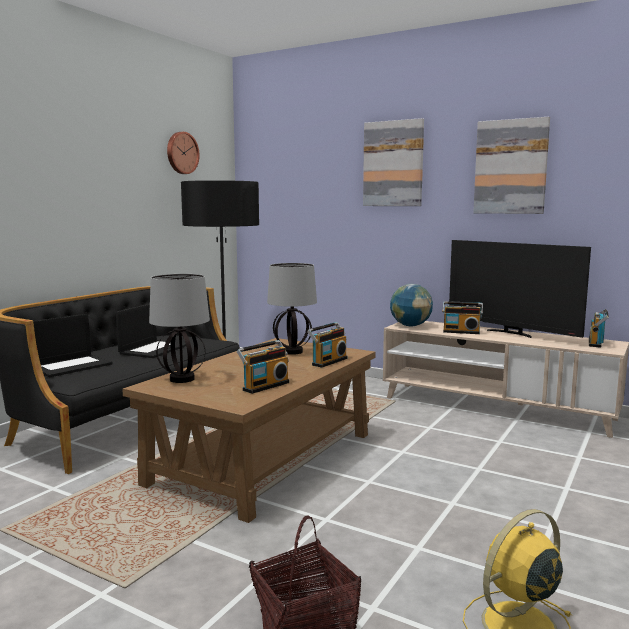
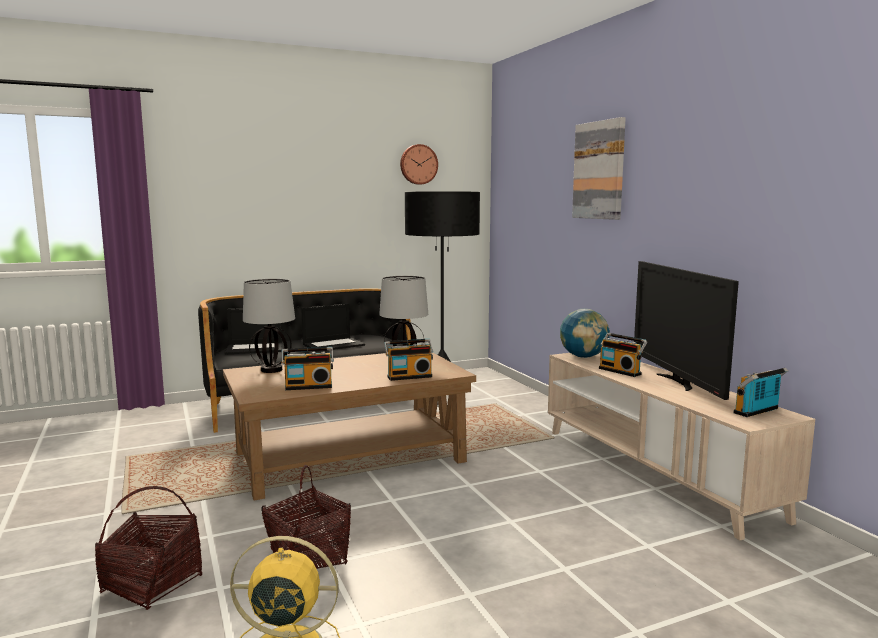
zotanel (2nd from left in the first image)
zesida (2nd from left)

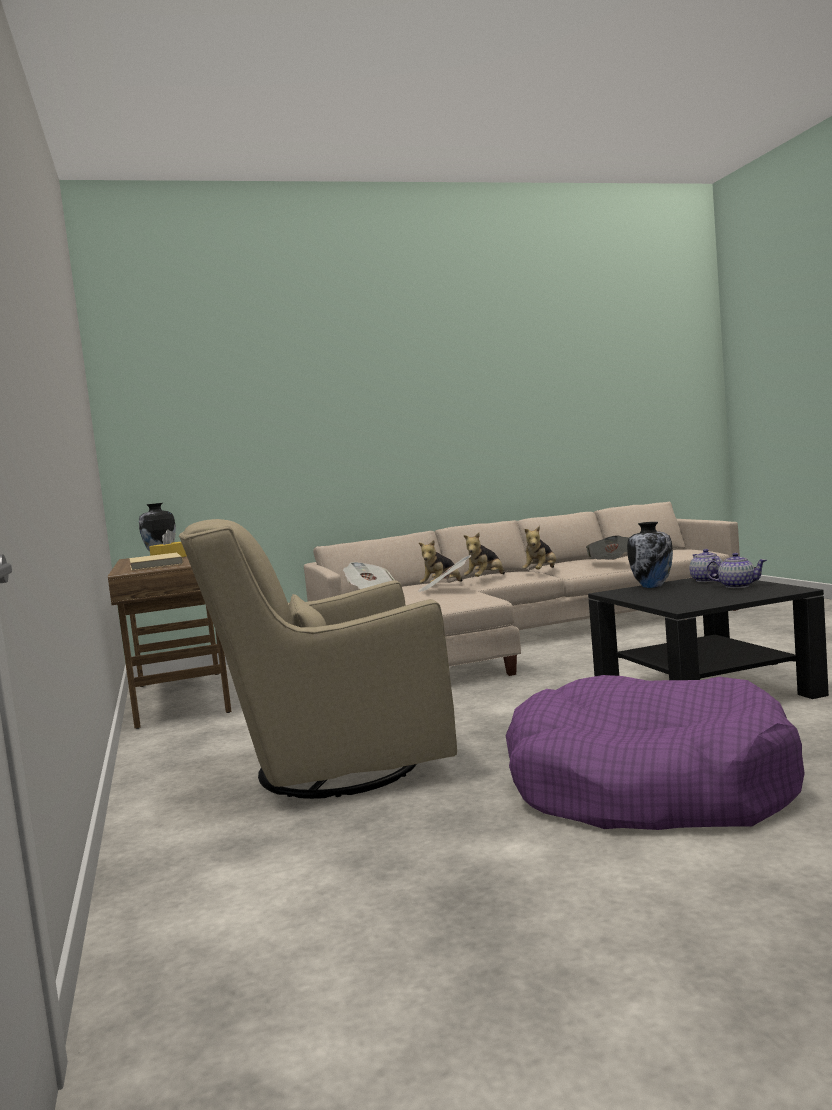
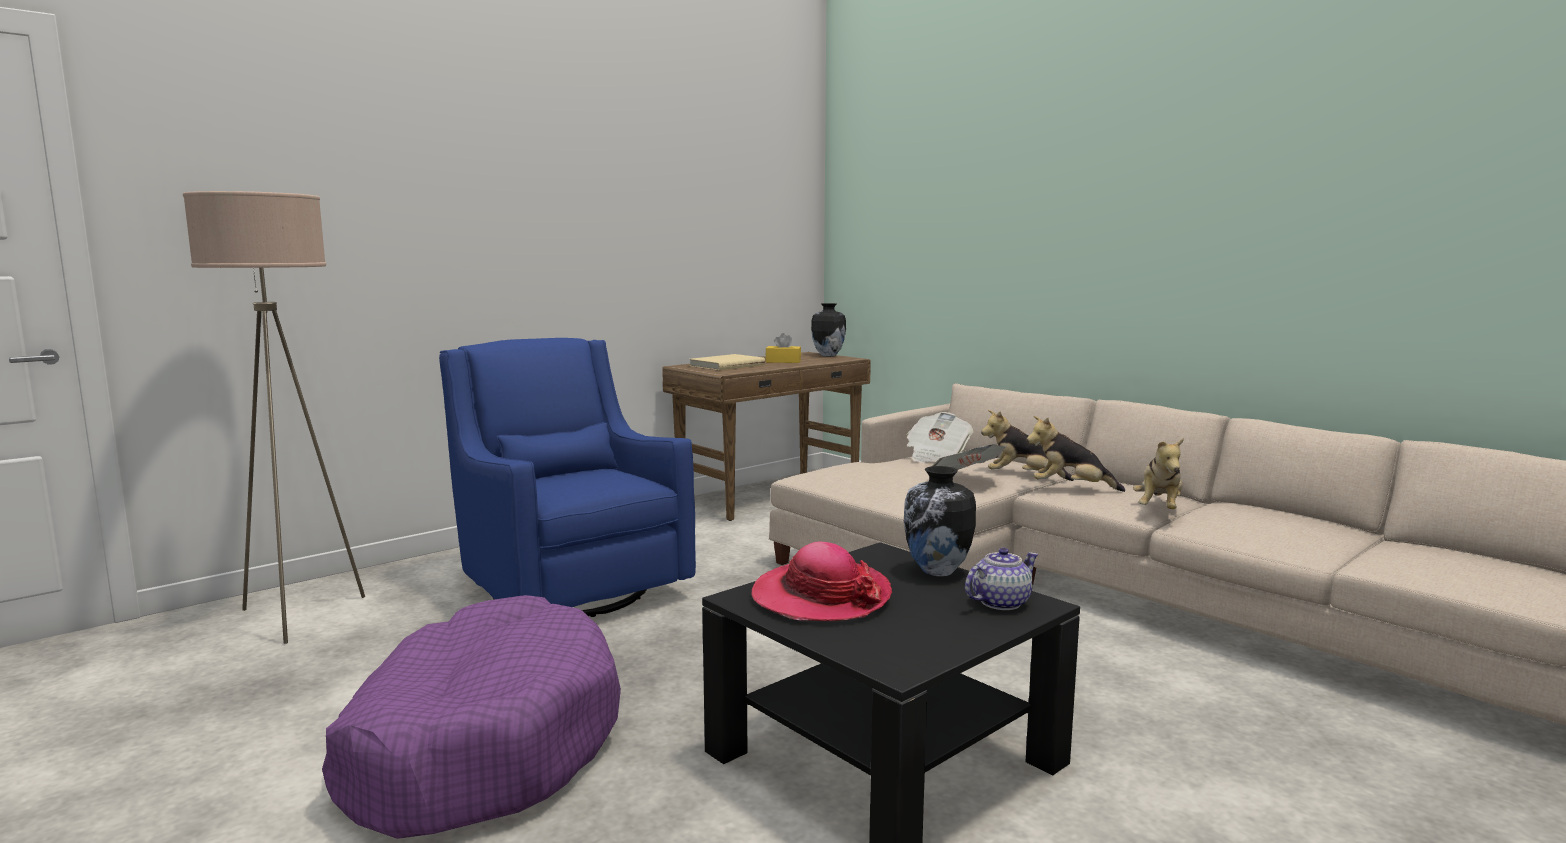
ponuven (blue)
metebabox (3rd from left)
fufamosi (3rd from left in the first image)
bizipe (2nd from left in the first image)
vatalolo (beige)
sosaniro

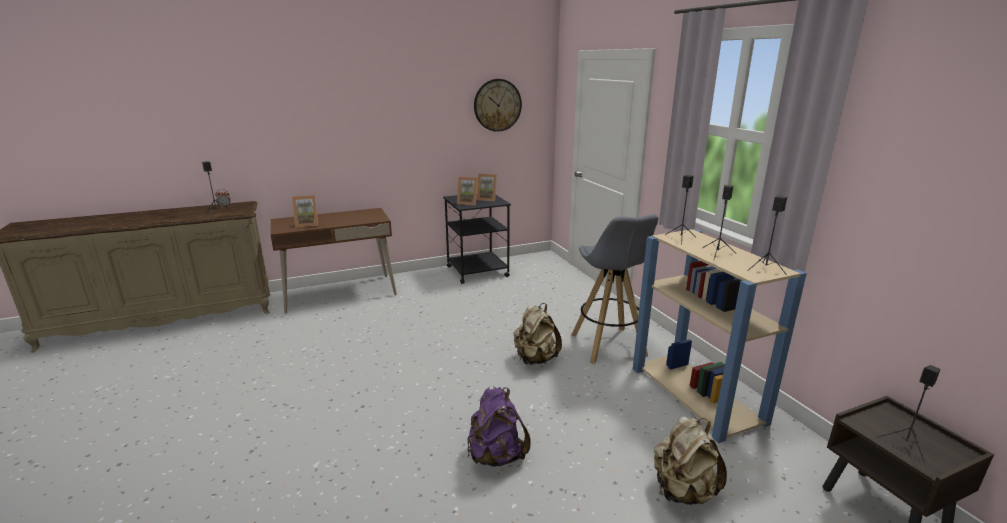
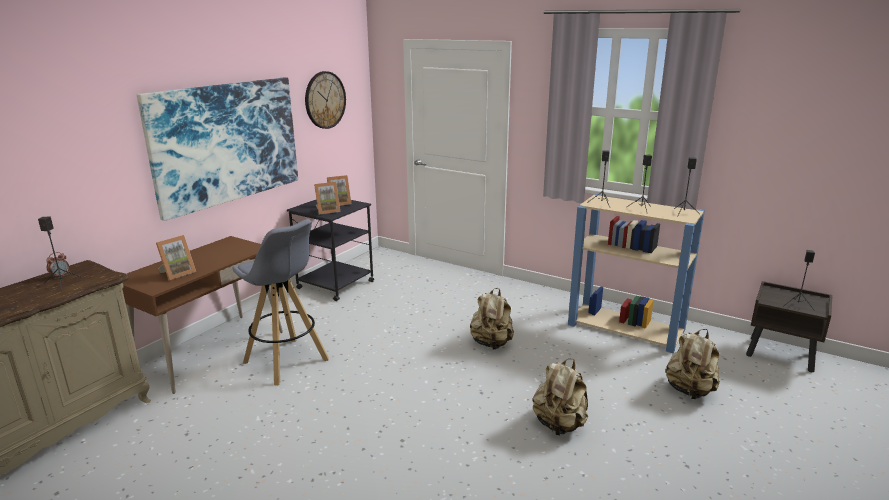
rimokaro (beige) (2nd from left)
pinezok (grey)
zotanel

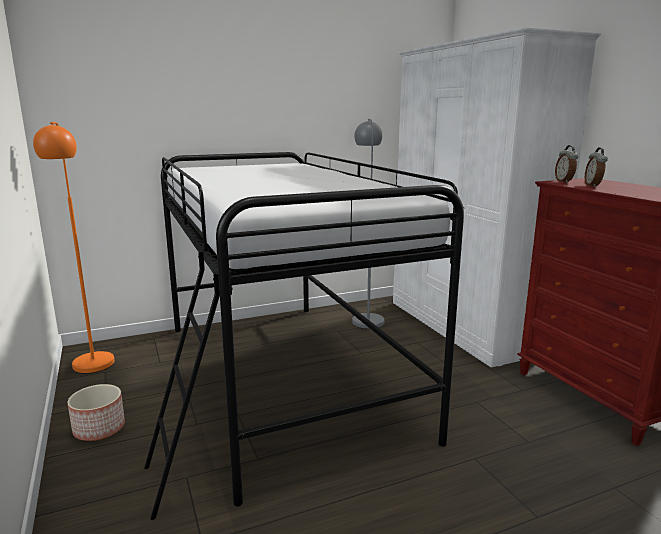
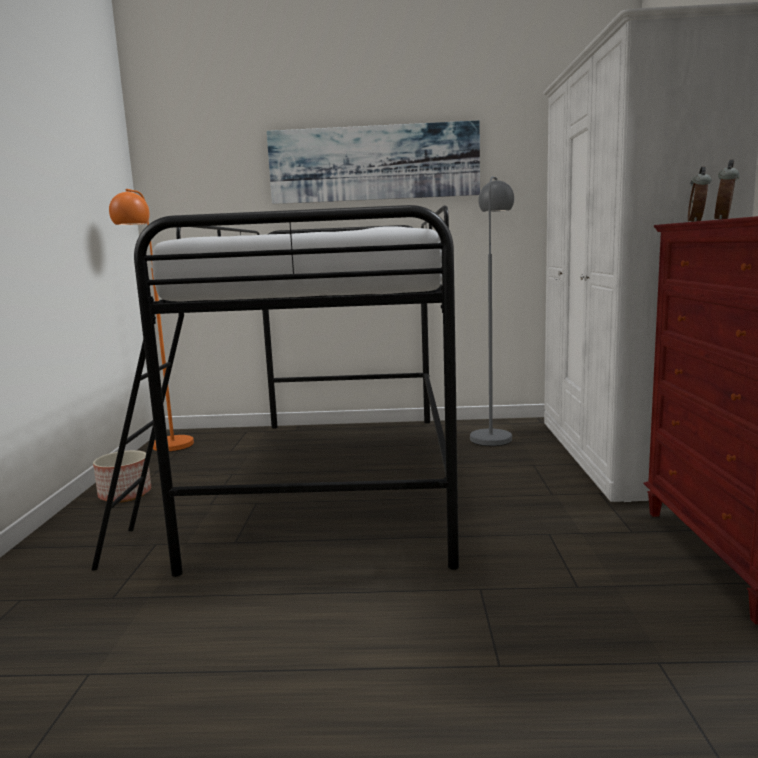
zotanel

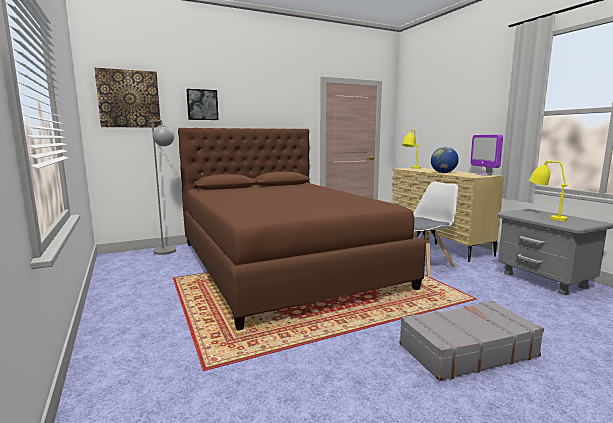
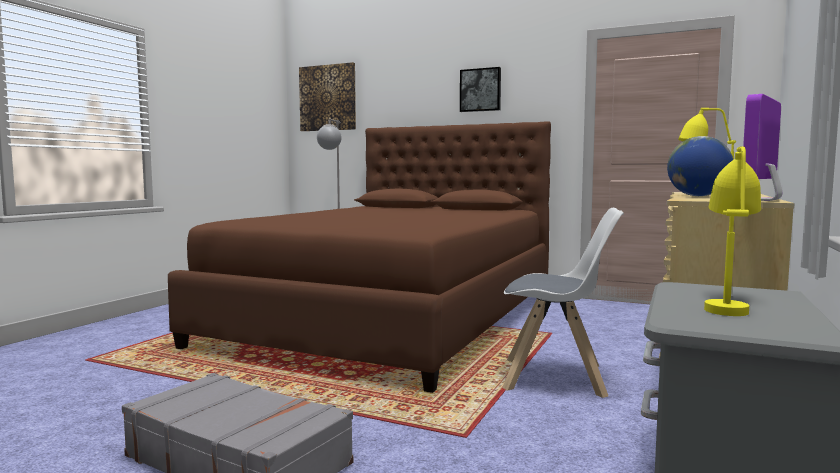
zotanel (2nd from left)

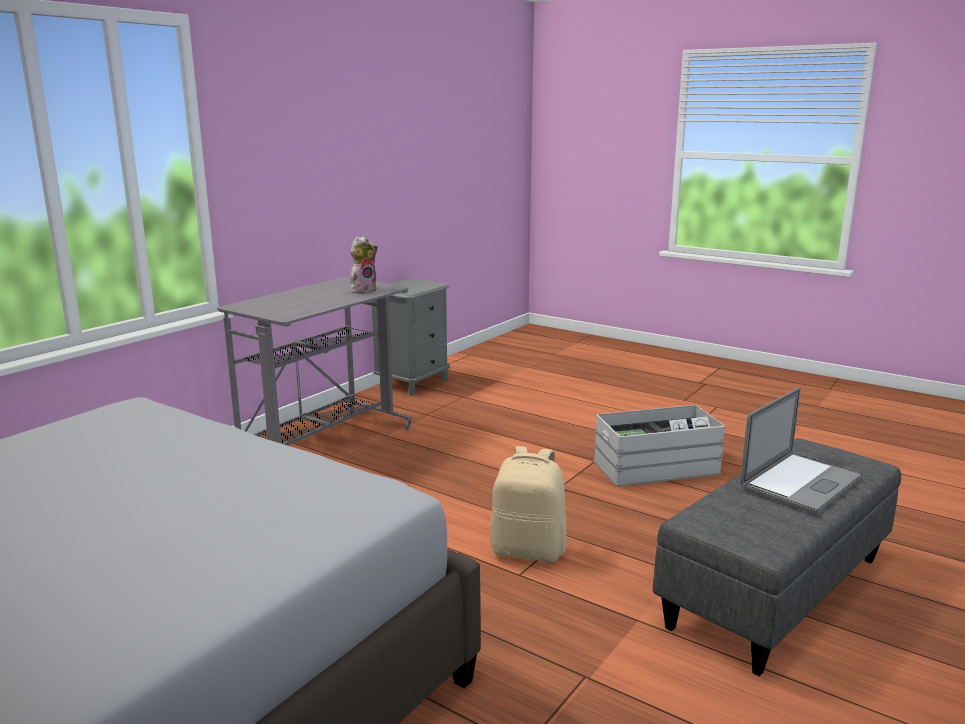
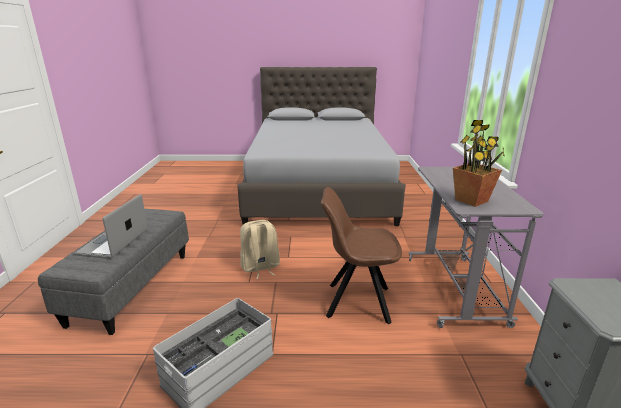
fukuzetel
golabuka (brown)

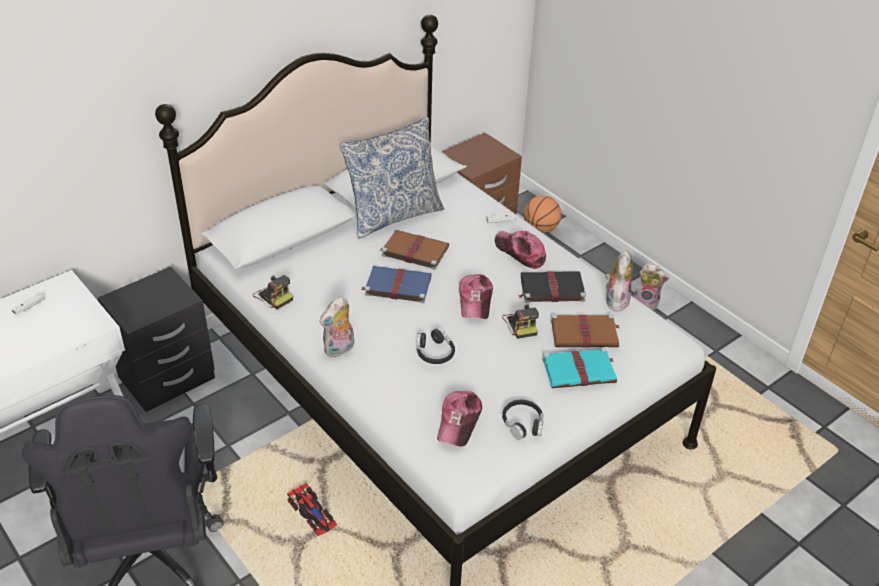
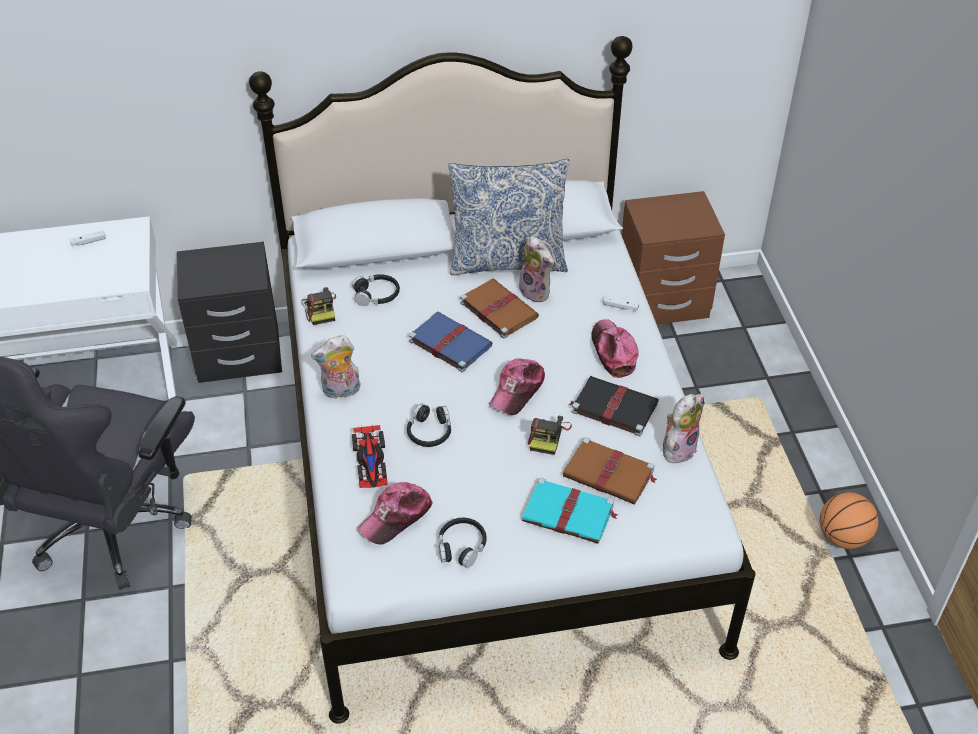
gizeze
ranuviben
metebabox (2nd from left)
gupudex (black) (1st from left)

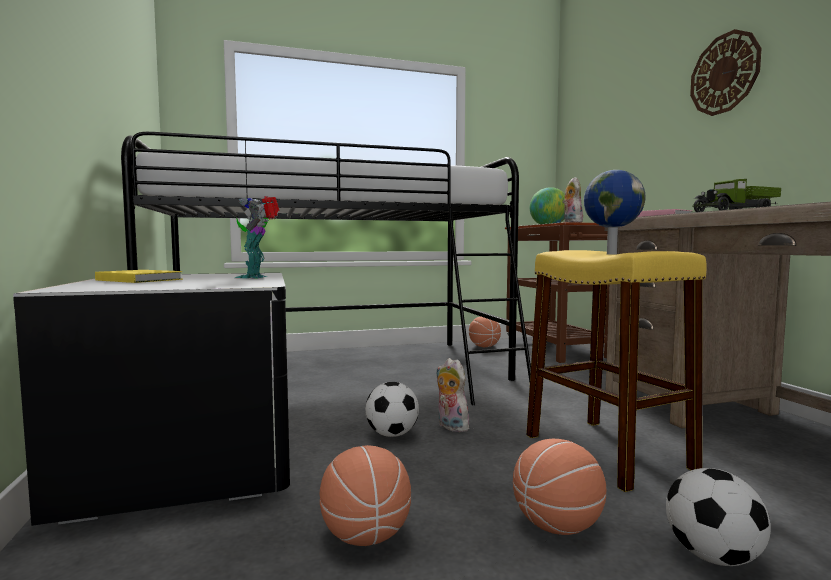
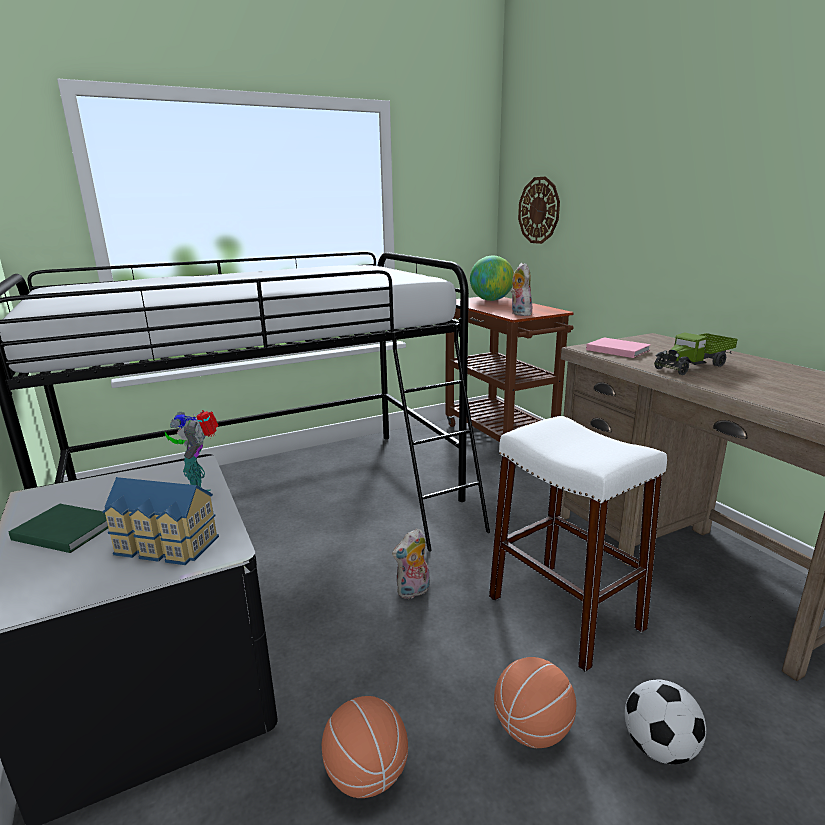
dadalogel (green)
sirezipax (1st from left in the first image)
metebabox (1st from left)
ranuviben (2nd from left in the first image)
pinezok (white)
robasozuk (2nd from left in the first image)
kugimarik
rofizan

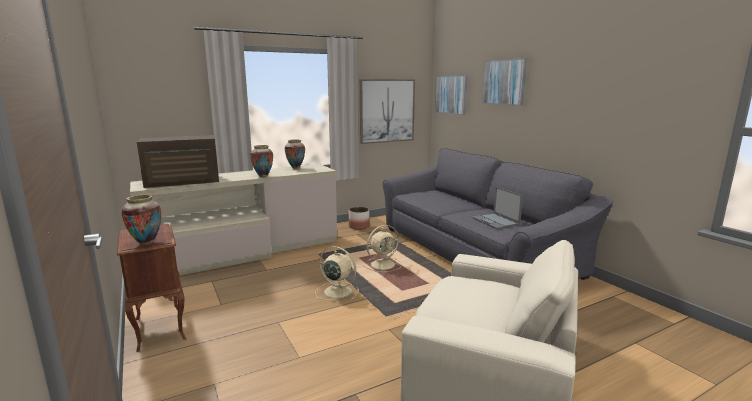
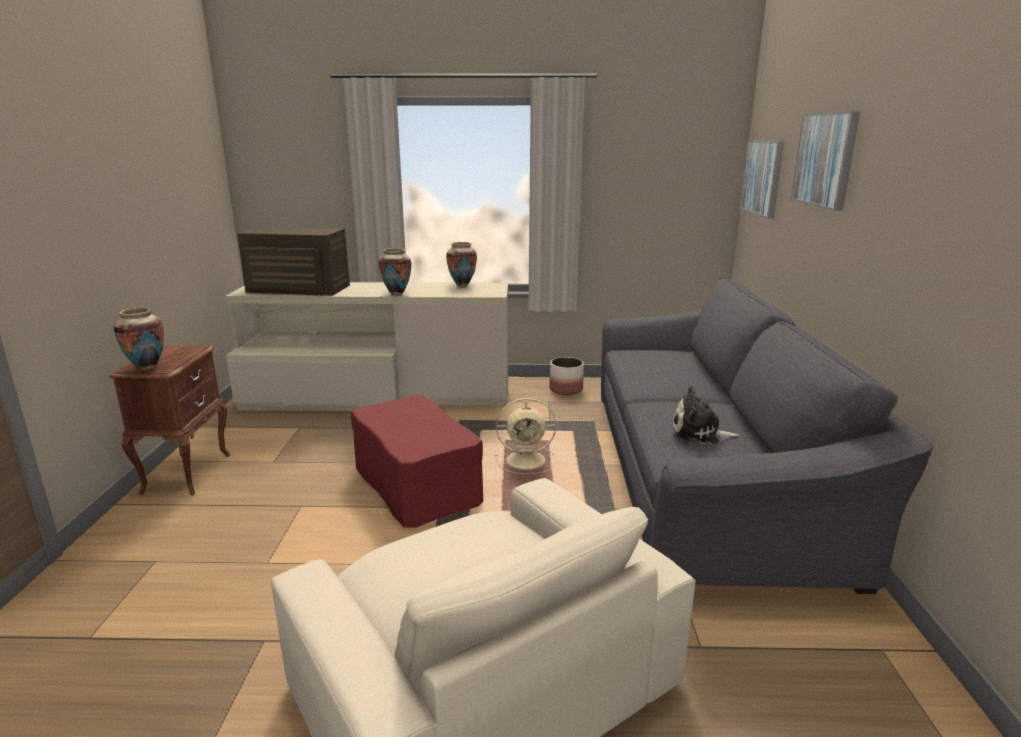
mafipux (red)
zotanel (1st from left in the first image)
metebabox

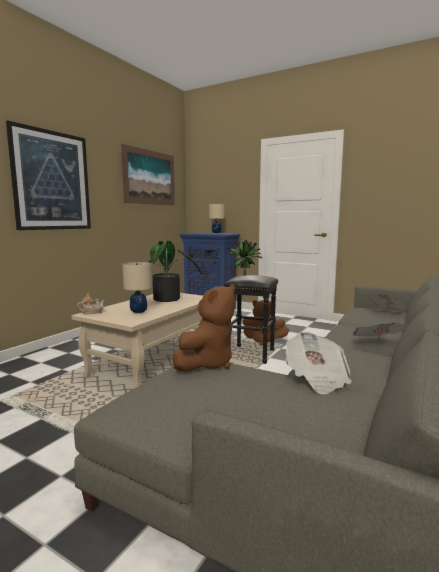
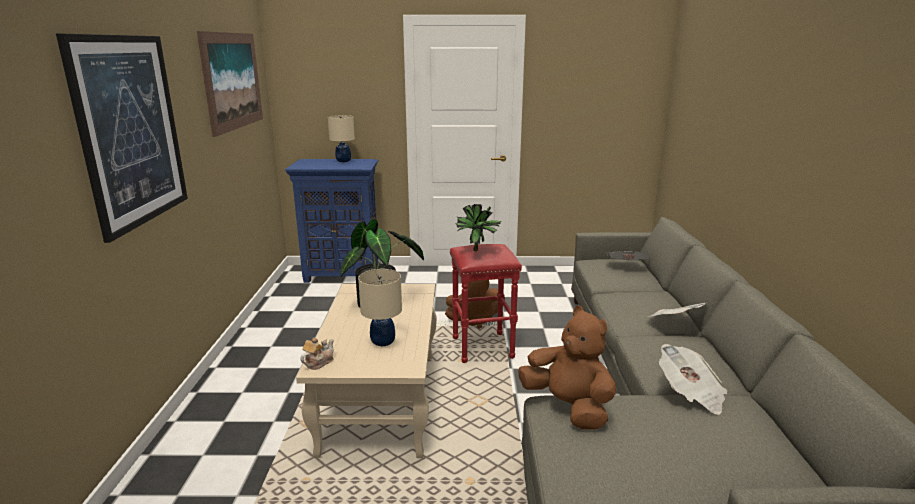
metebabox (brown) (2nd from left)
pinezok (red)

